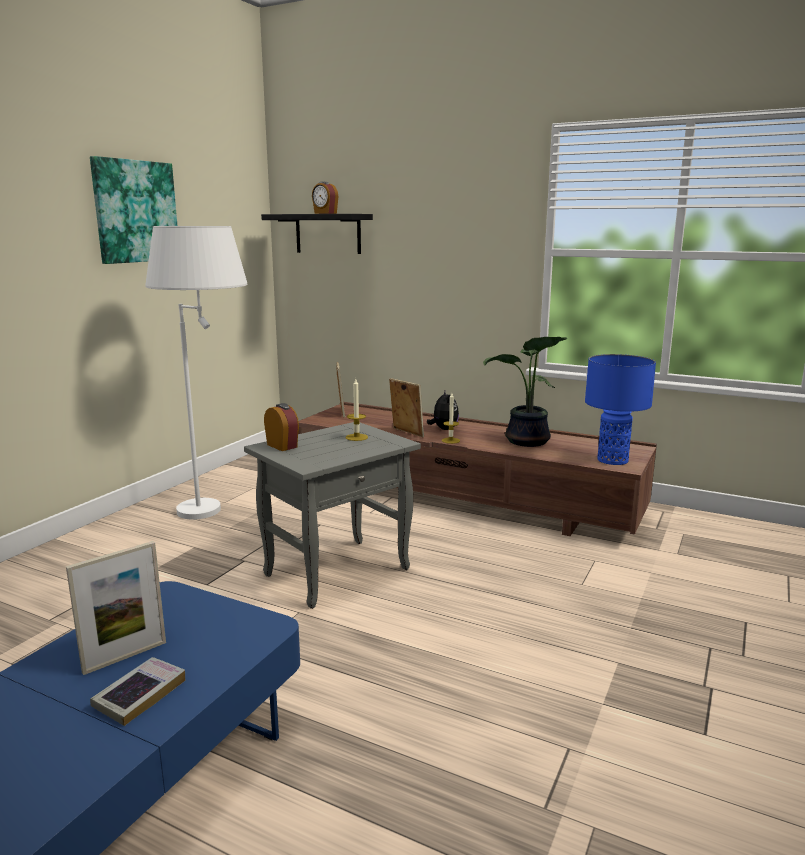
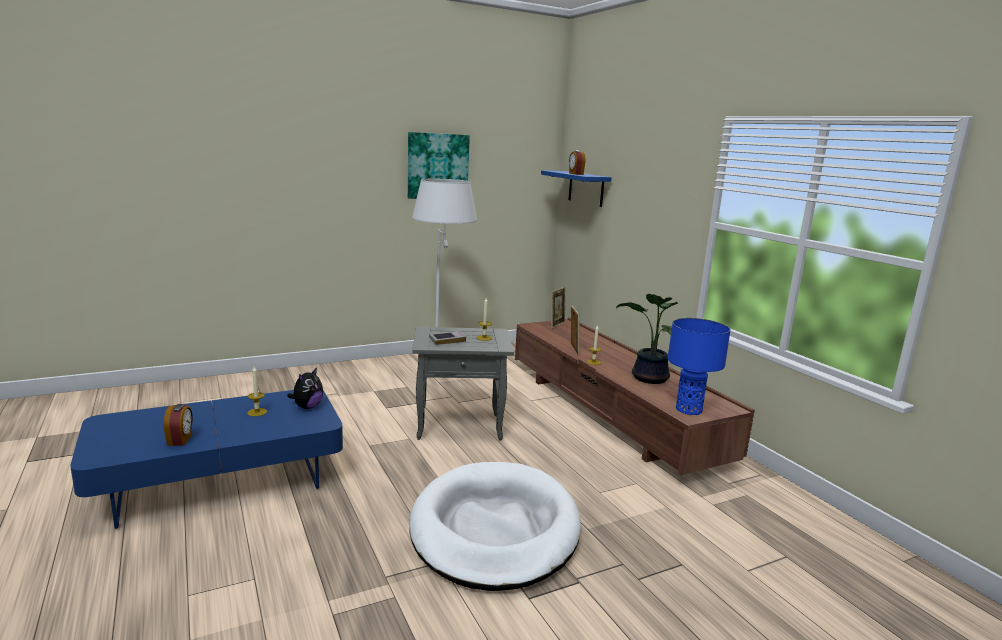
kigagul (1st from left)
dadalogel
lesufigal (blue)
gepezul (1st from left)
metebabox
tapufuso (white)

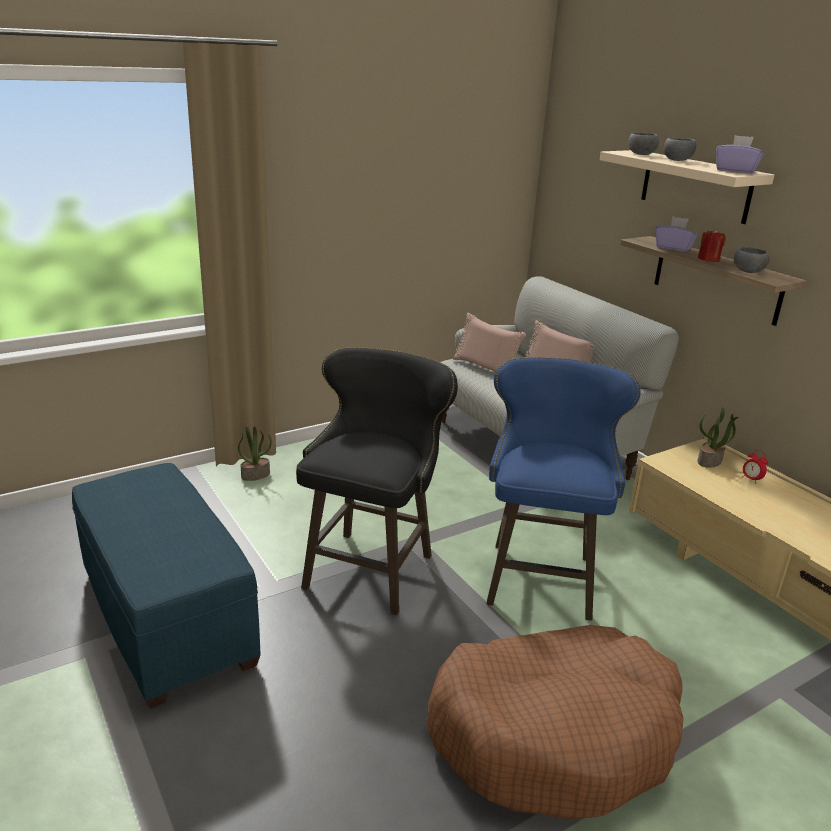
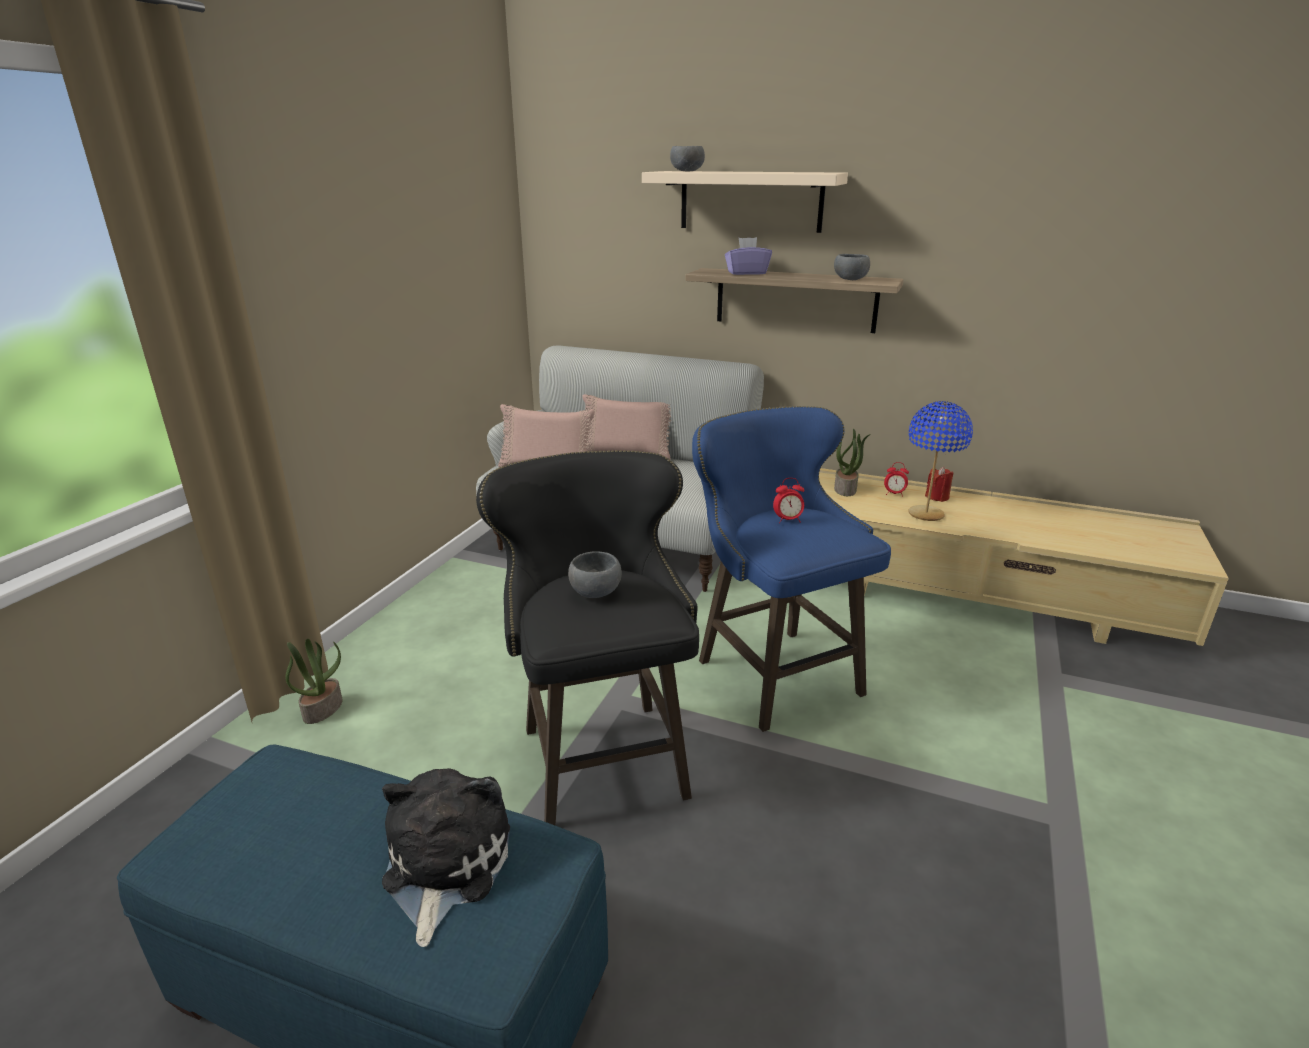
tapufuso (brown)
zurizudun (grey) (1st from left)
kigagul (red)
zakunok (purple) (2nd from left in the first image)
metebabox
gepezul (1st from left)
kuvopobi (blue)

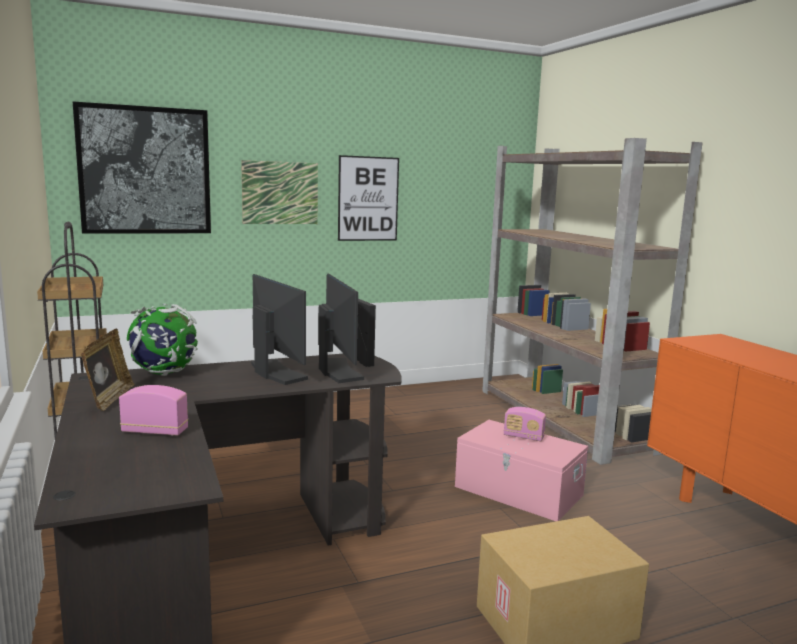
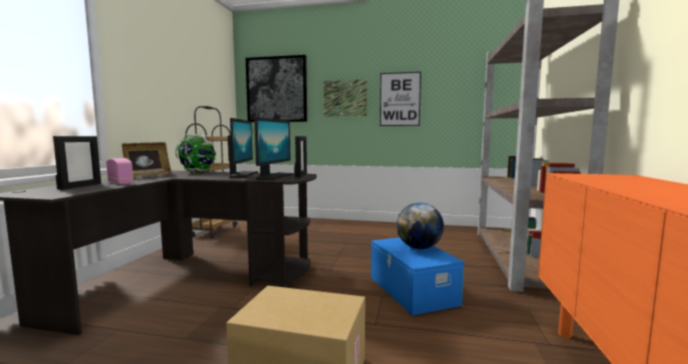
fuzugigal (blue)
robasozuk (2nd from left)
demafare (1st from left)

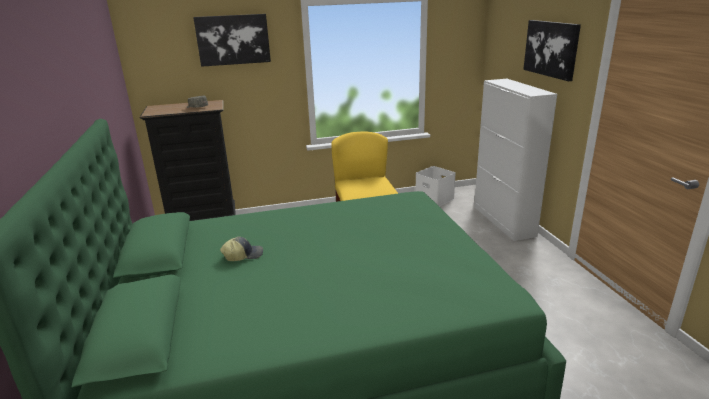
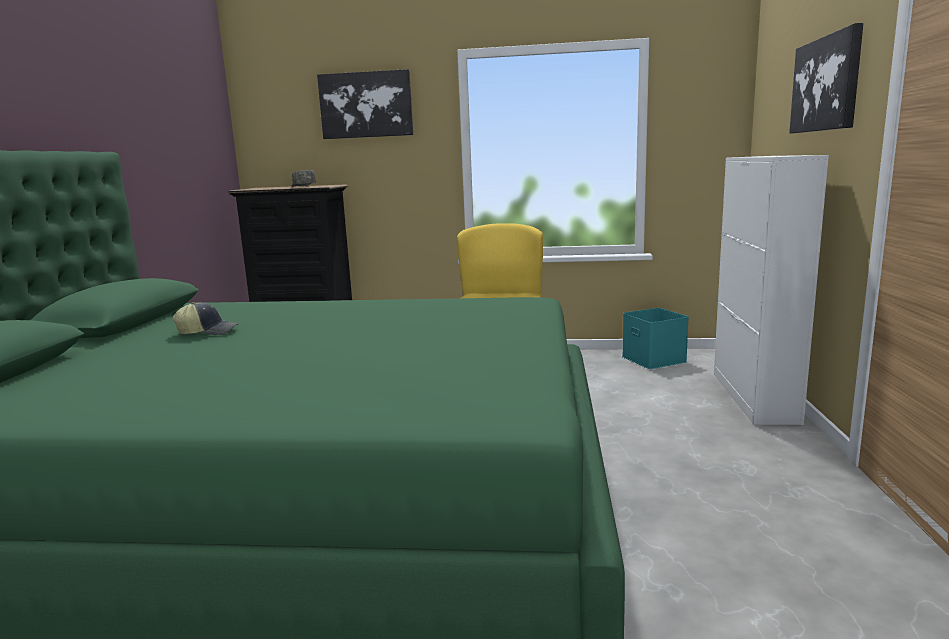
fuzugigal (turquoise)

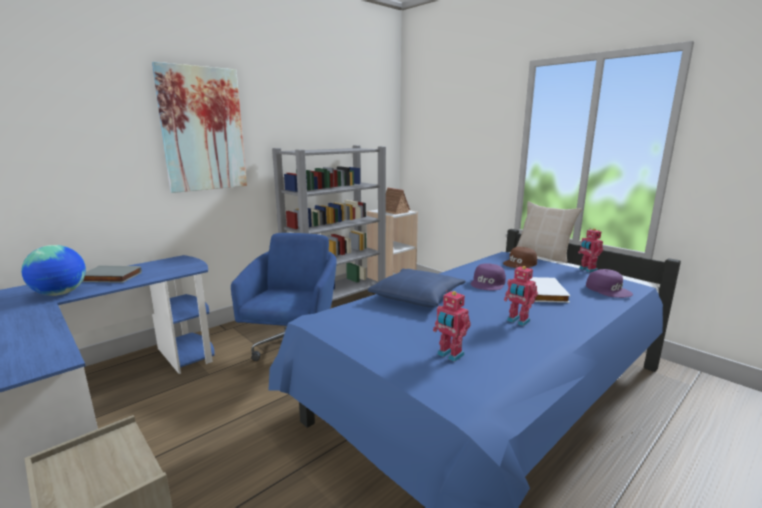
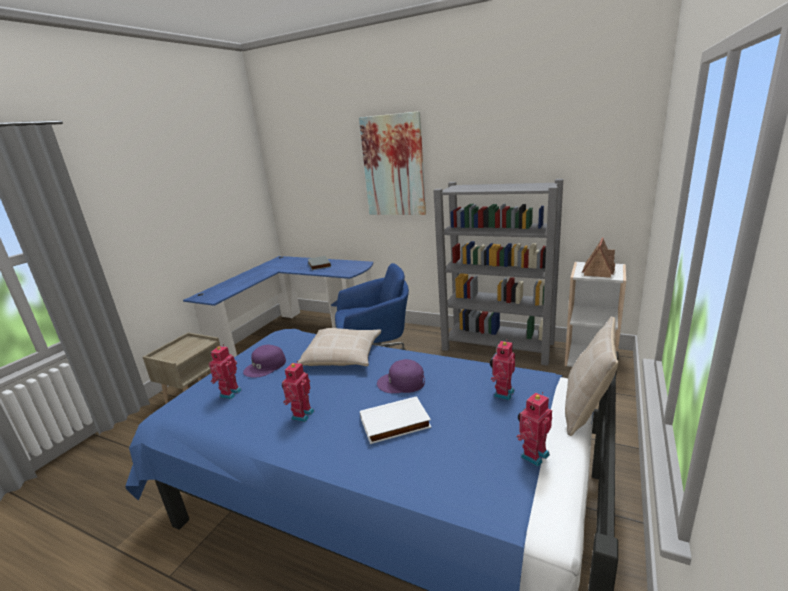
robasozuk
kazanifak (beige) (1st from left)
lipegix (3rd from left)
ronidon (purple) (1st from left)

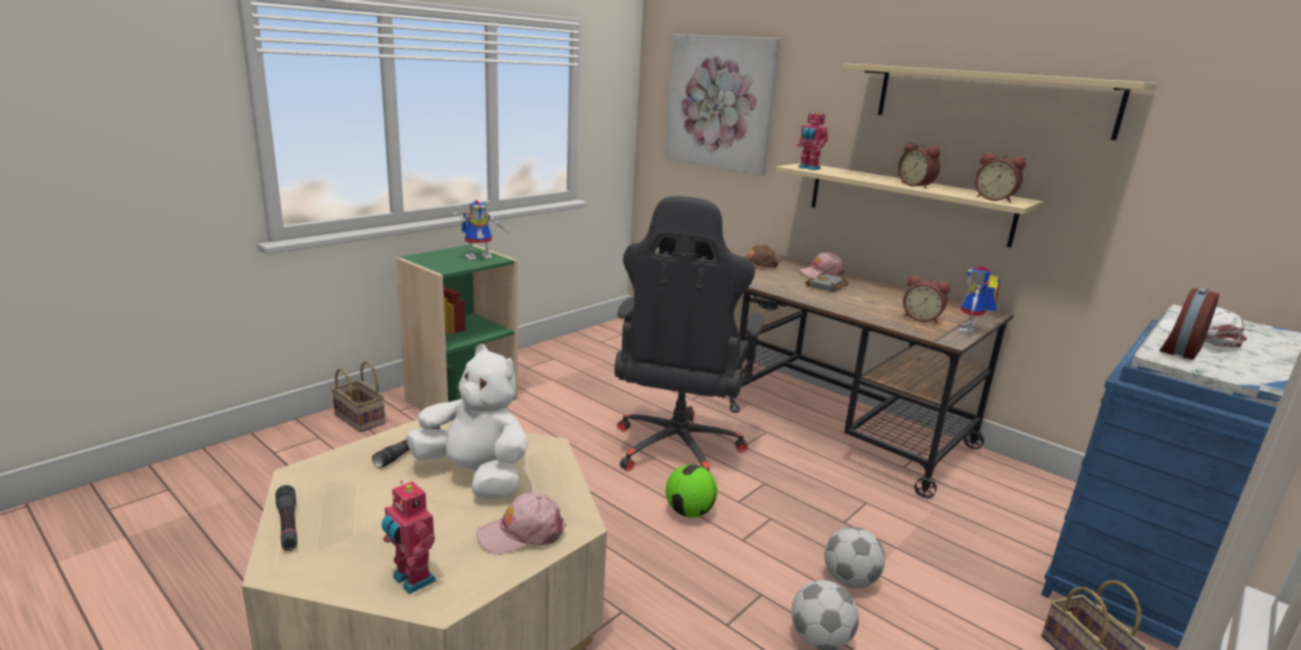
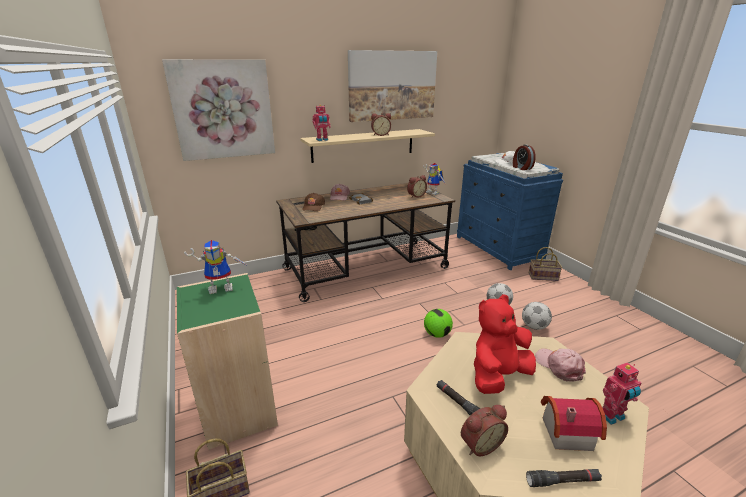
metebabox (red)
lipegix (1st from left)
ronidon (pink) (2nd from left)
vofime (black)
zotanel (2nd from left)
gepezul (3rd from left)
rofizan

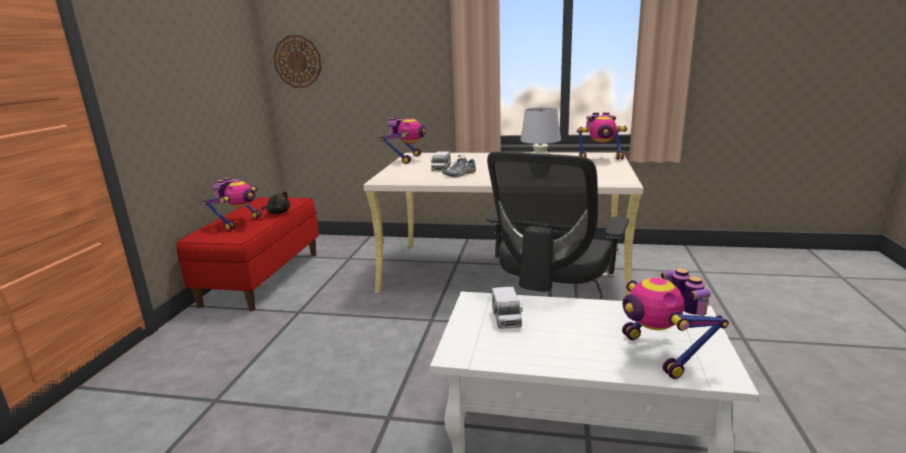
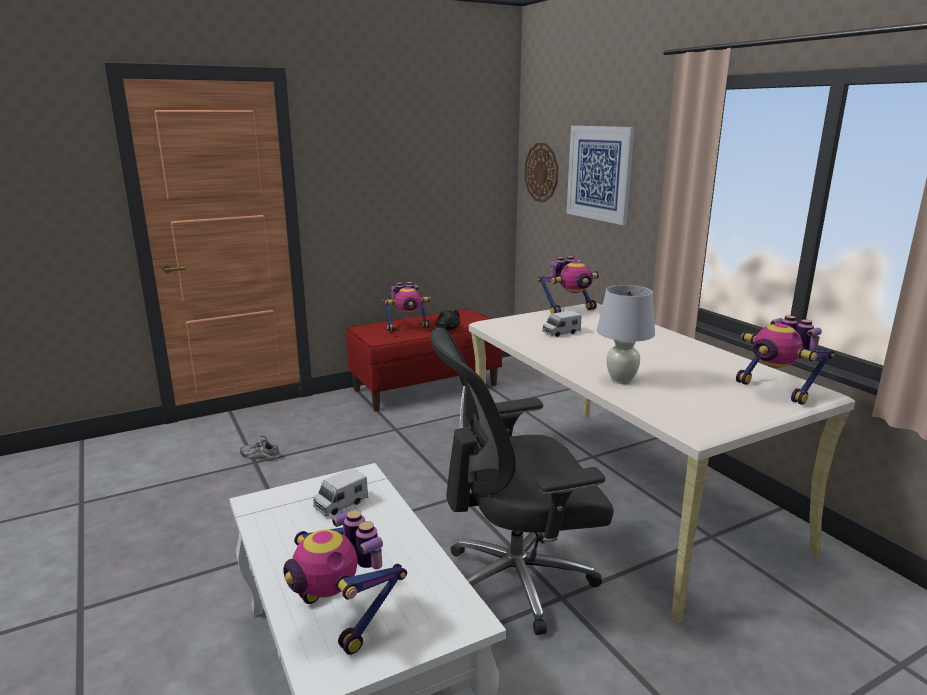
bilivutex
lipegix (1st from left)
zotanel

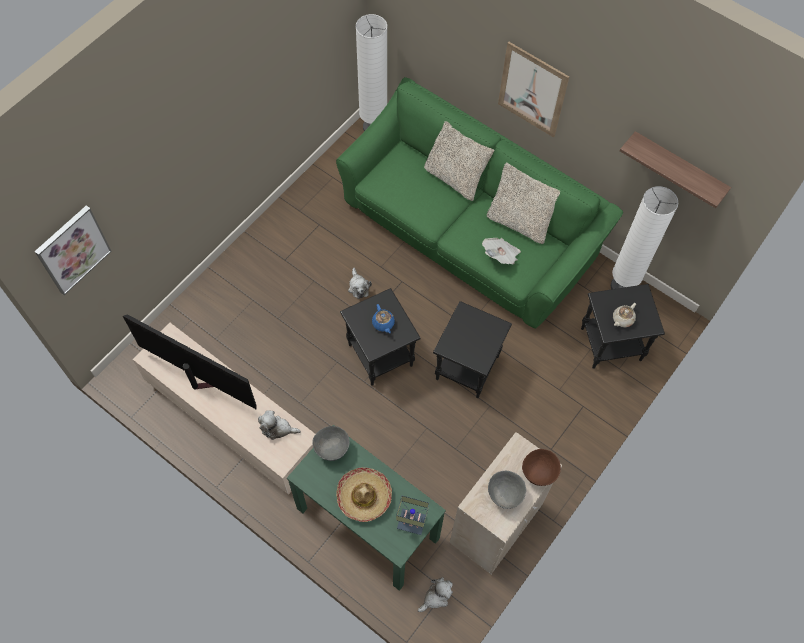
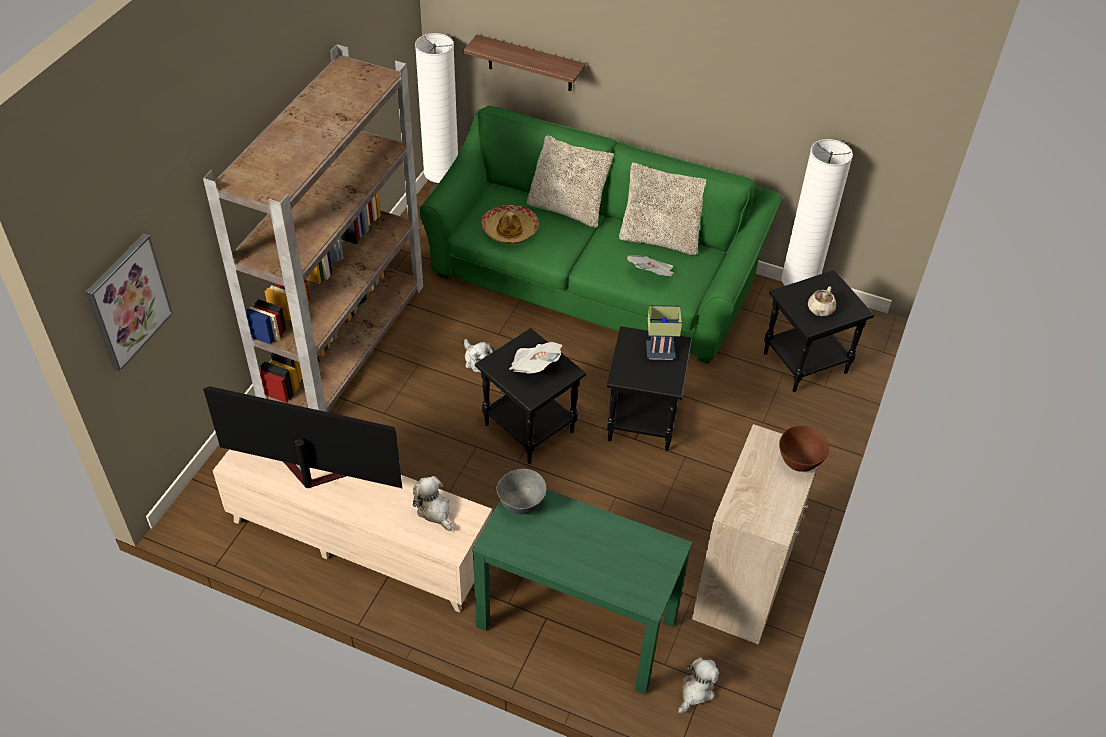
metebabox (1st from left)
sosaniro
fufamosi (1st from left)
kuvopobi
zurizudun (grey) (2nd from left in the first image)
zotanel (2nd from left in the first image)
lesufigal
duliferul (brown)

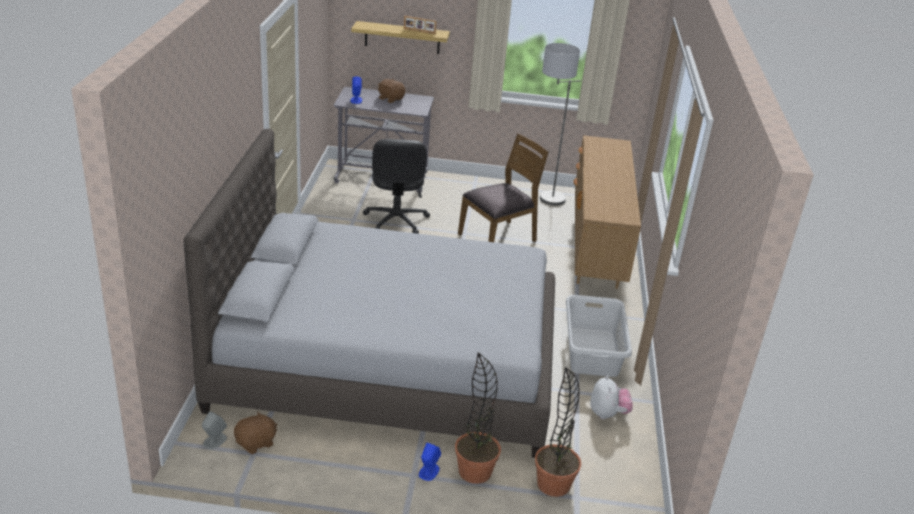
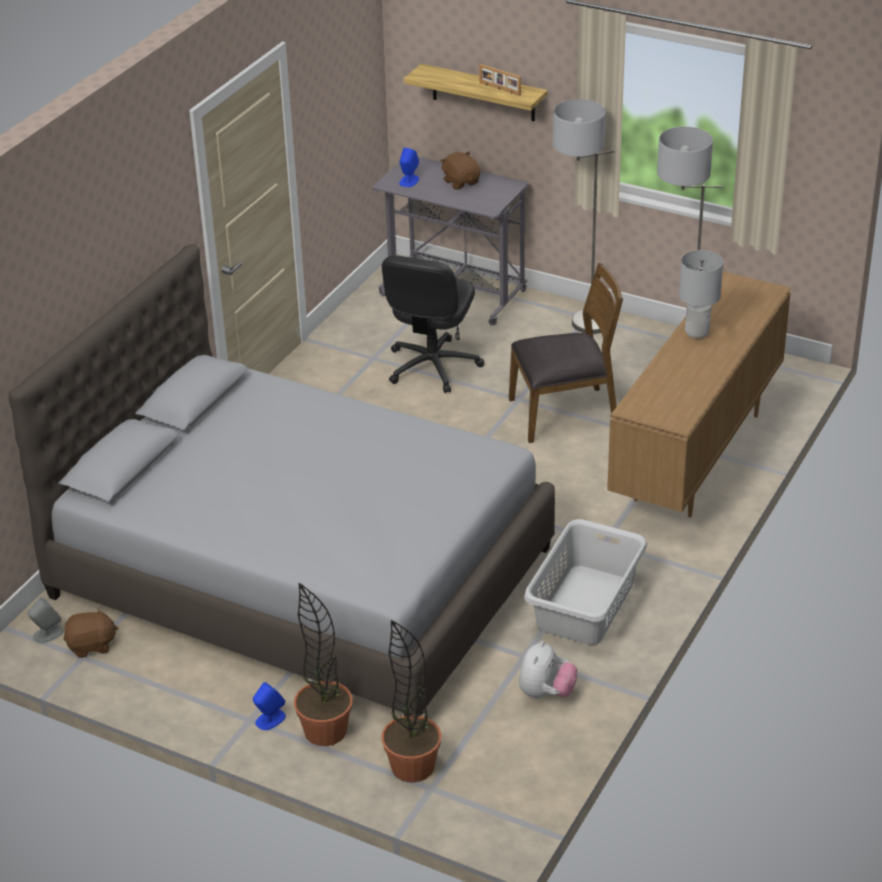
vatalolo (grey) (1st from left)
kuvopobi (grey)

